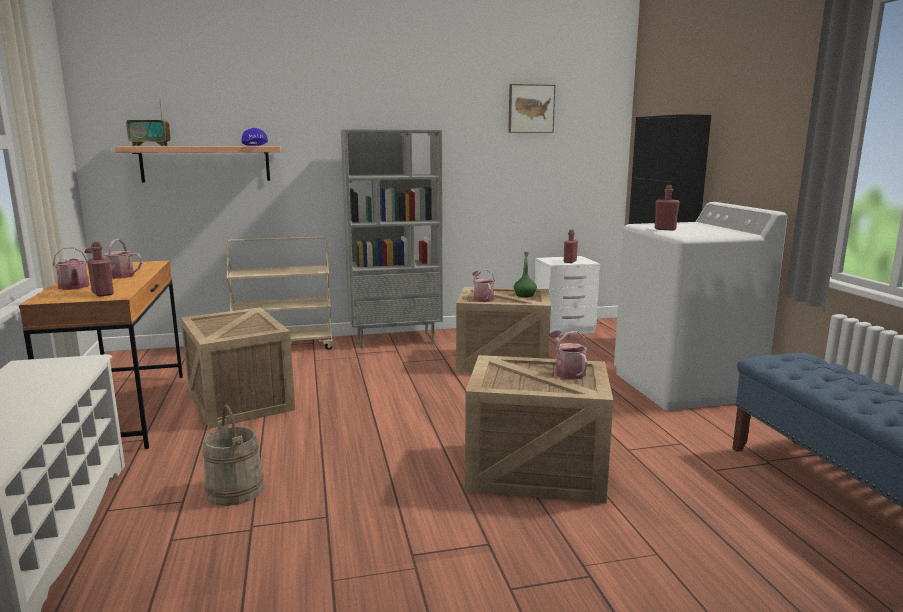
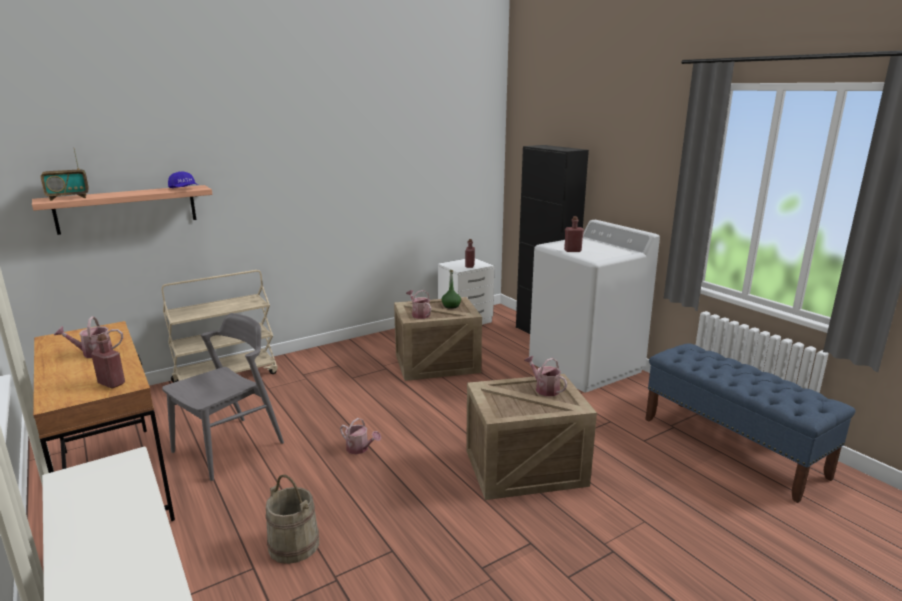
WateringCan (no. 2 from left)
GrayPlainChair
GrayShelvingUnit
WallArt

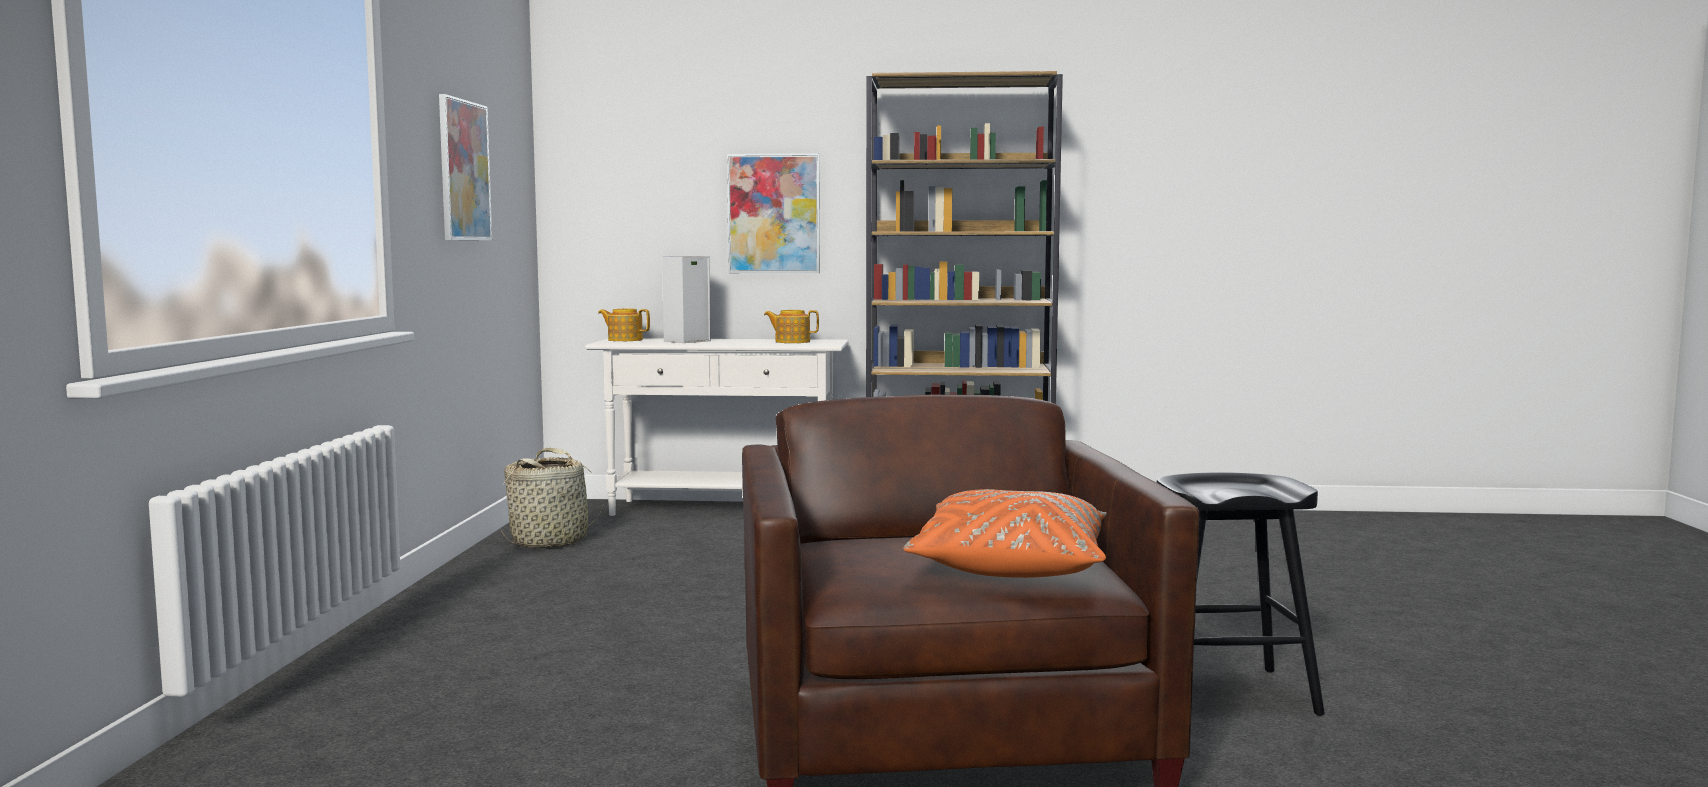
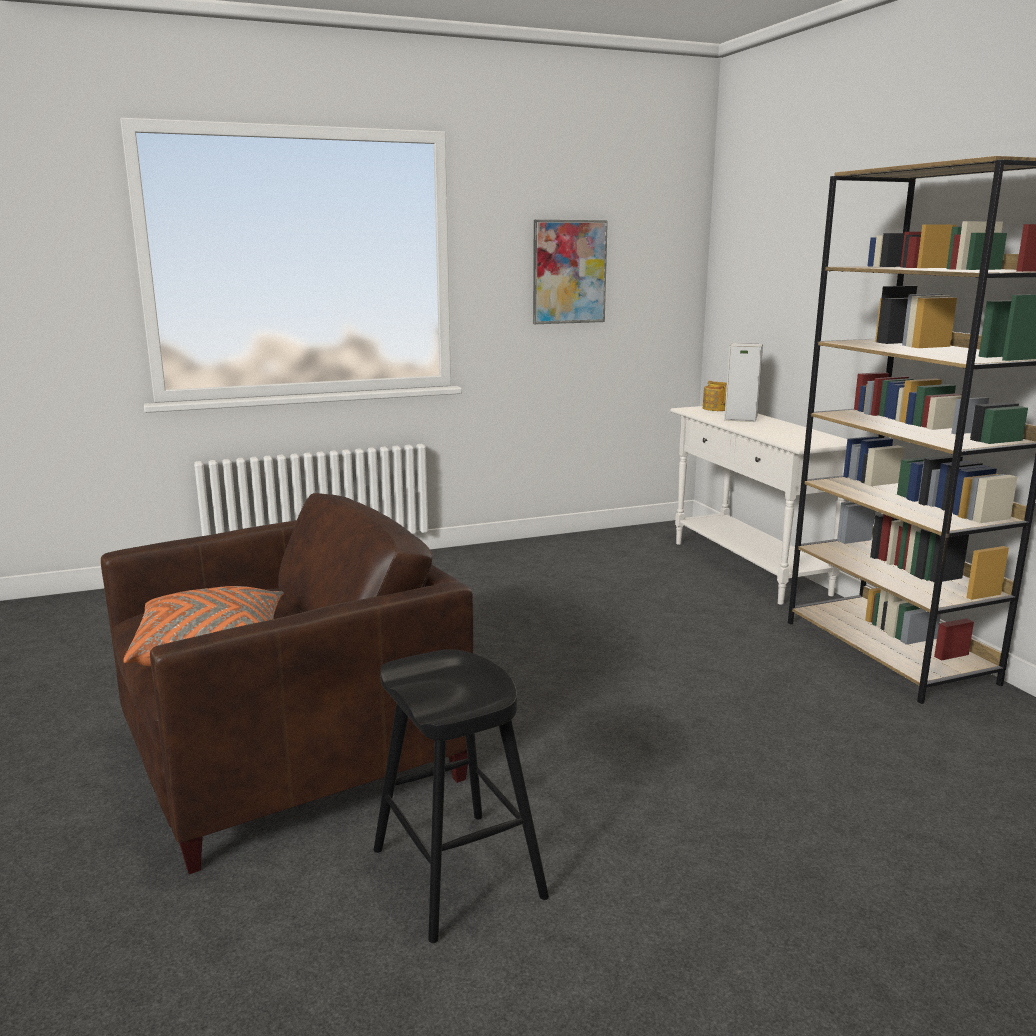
Basket
WallArt (no. 2 from left in the first image)
Teapot (no. 2 from left in the first image)

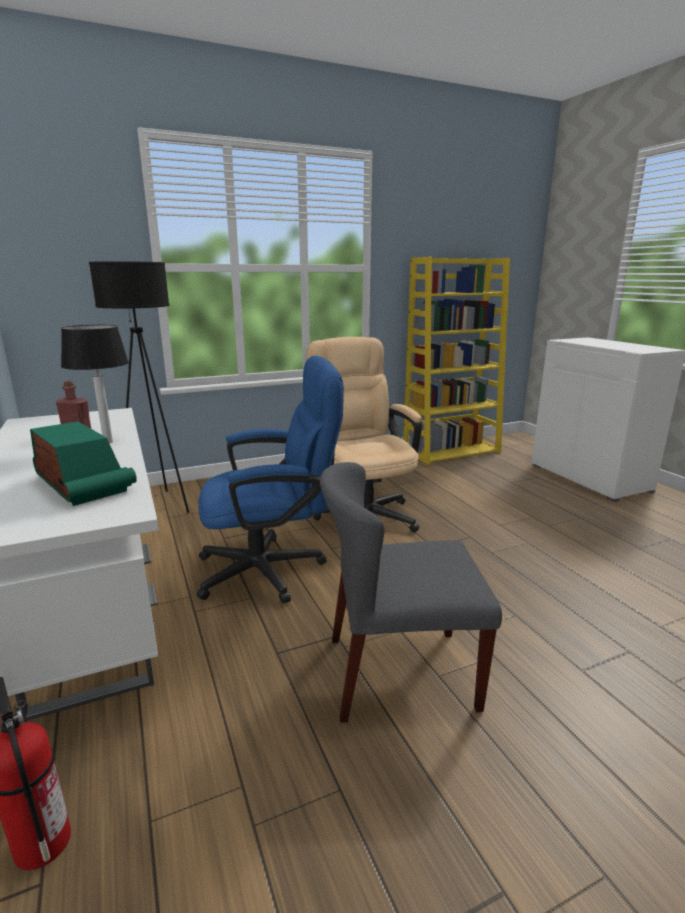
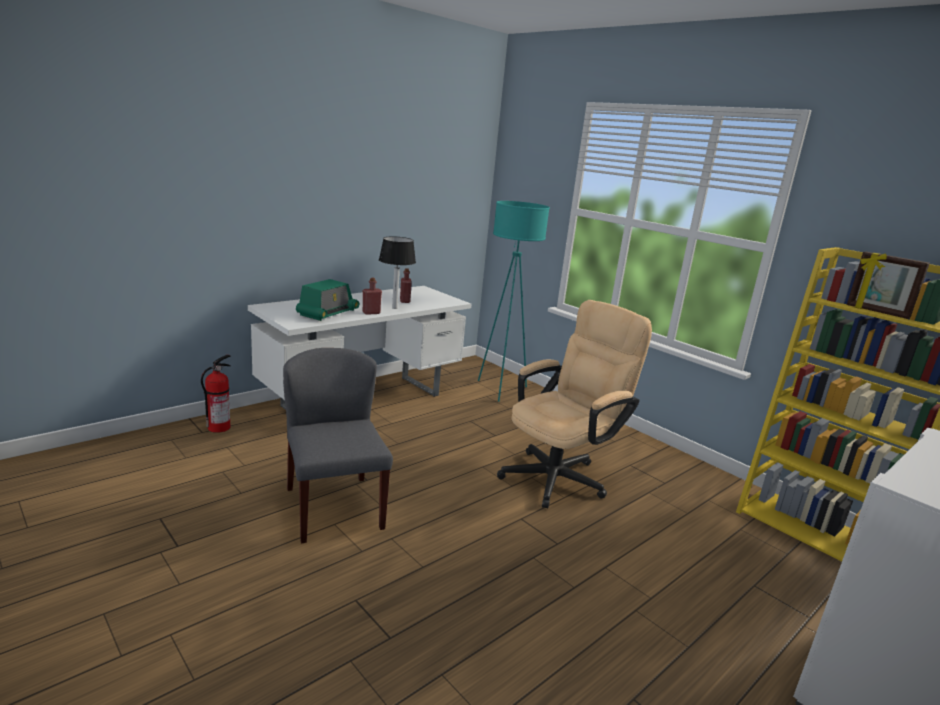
TurquoiseColouredStandardLamp
BlueDeskChair
RedColouredDrinkBottle (no. 1 from left)
PhotoFrame

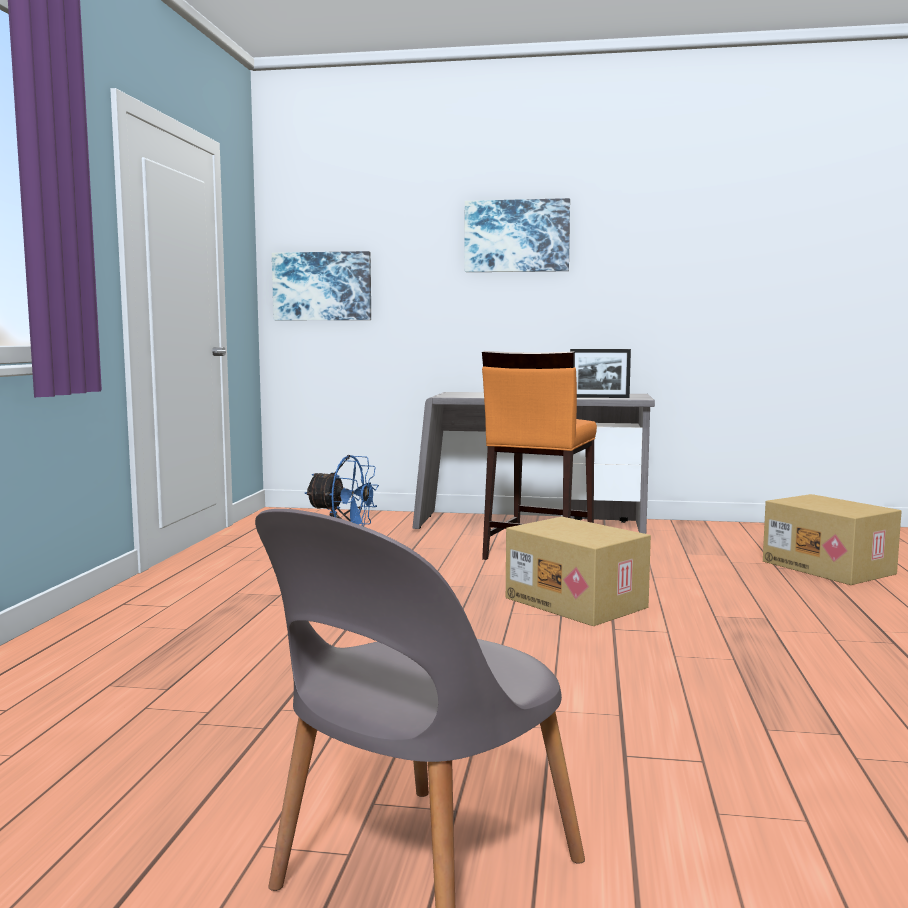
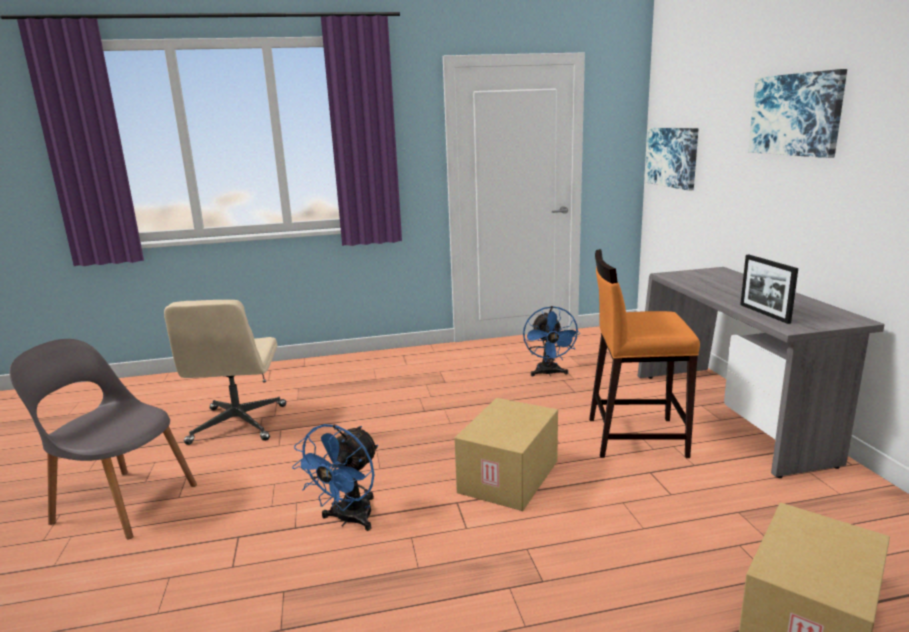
SandColouredDeskChair
BlueCoolingFan (no. 1 from left)

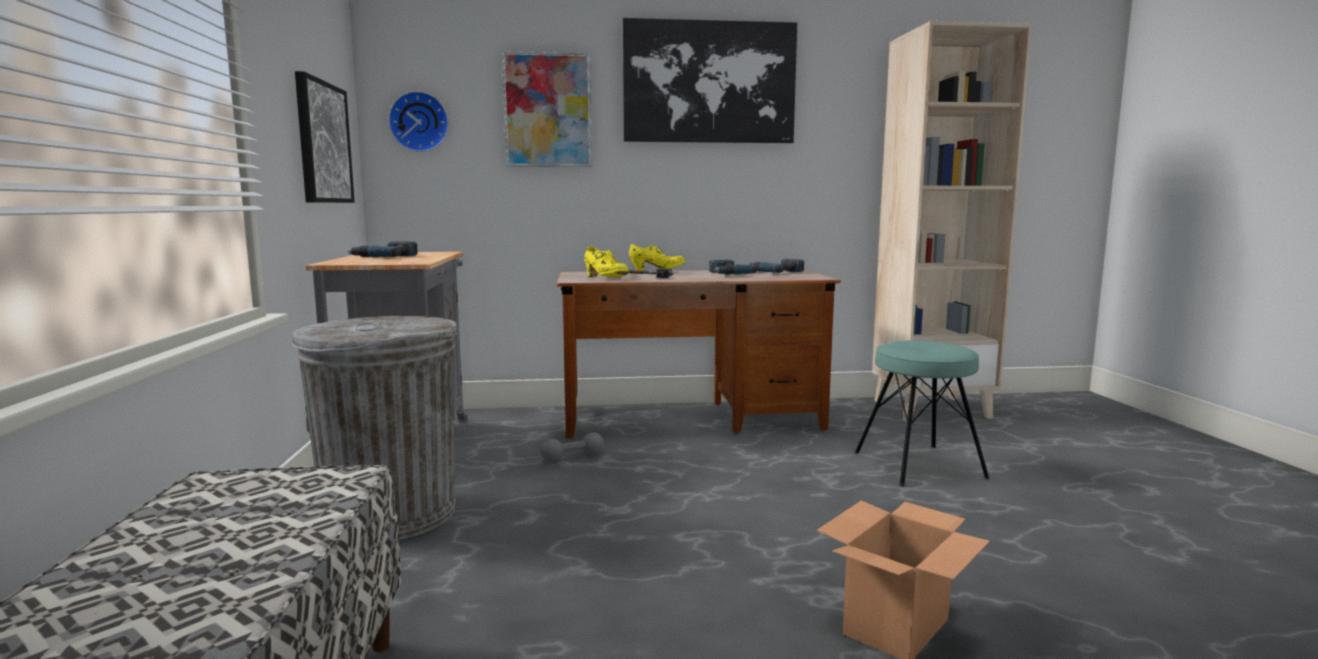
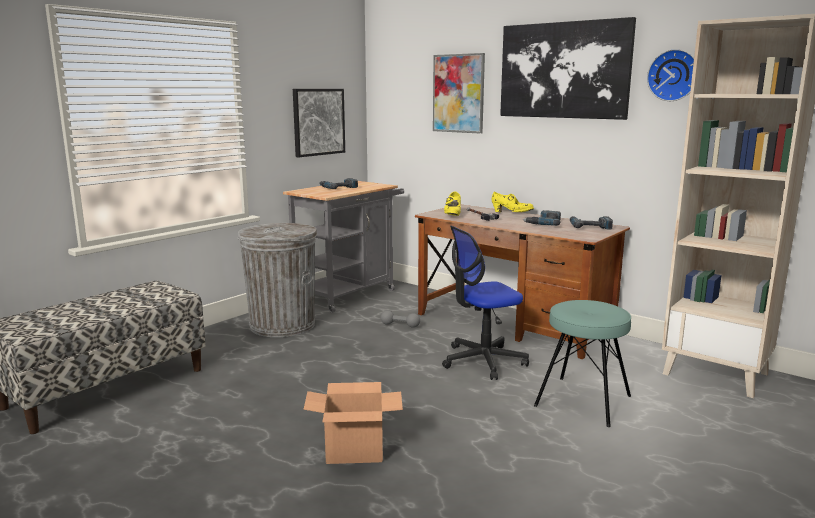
ClockOnTheWall
DeskChair

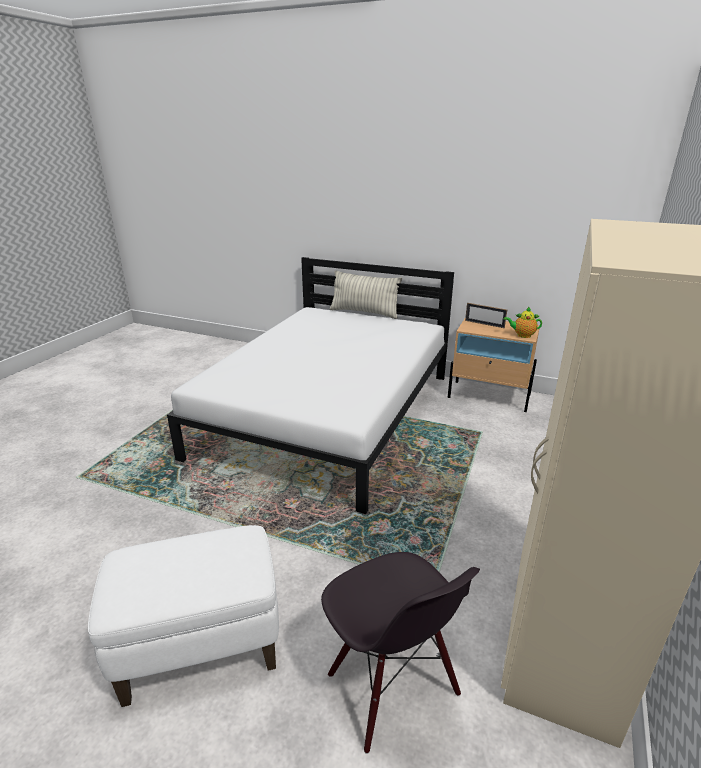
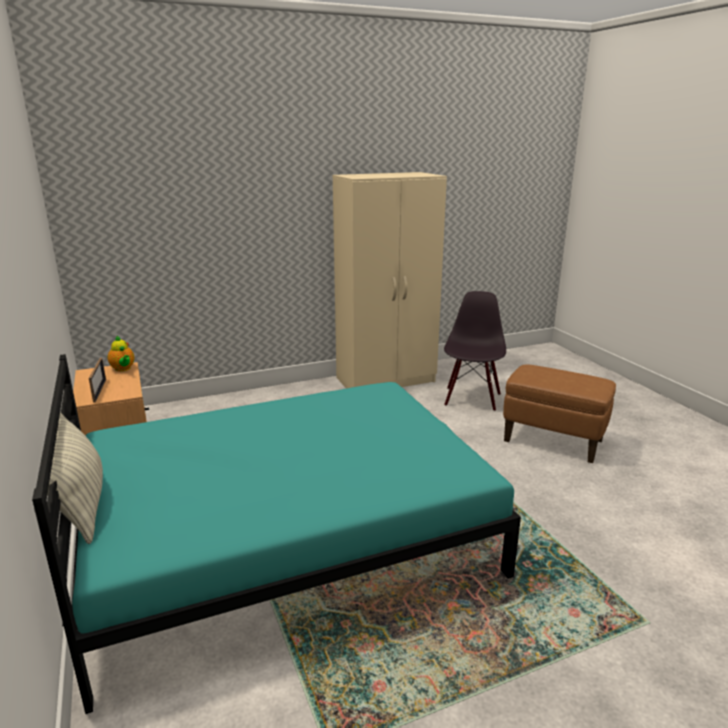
BrownColouredFootrest
TurquoiseColouredBedroomBed

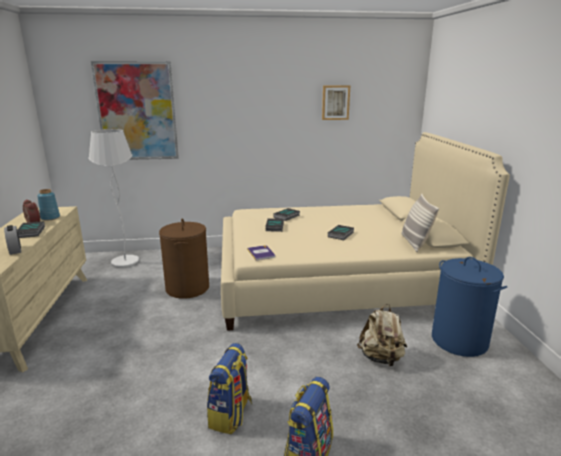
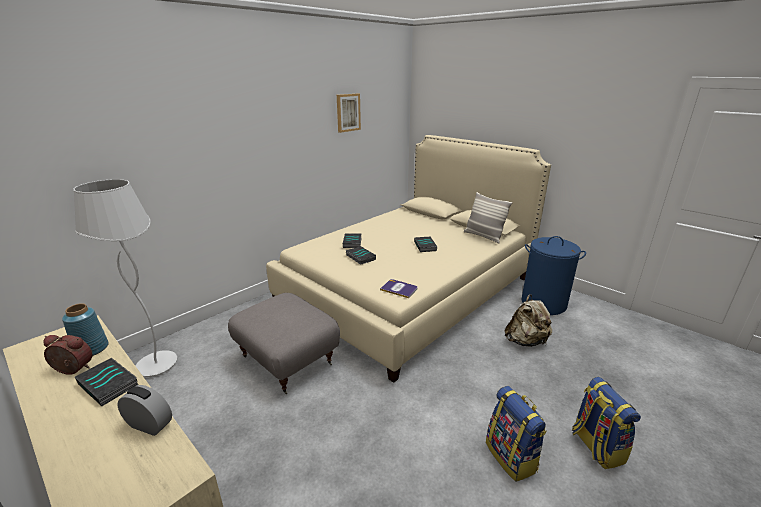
WallArt (no. 1 from left in the first image)
GrayFootrest

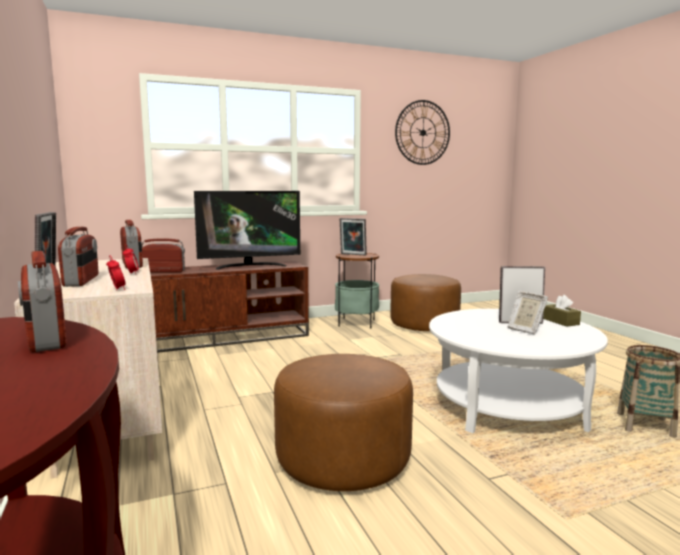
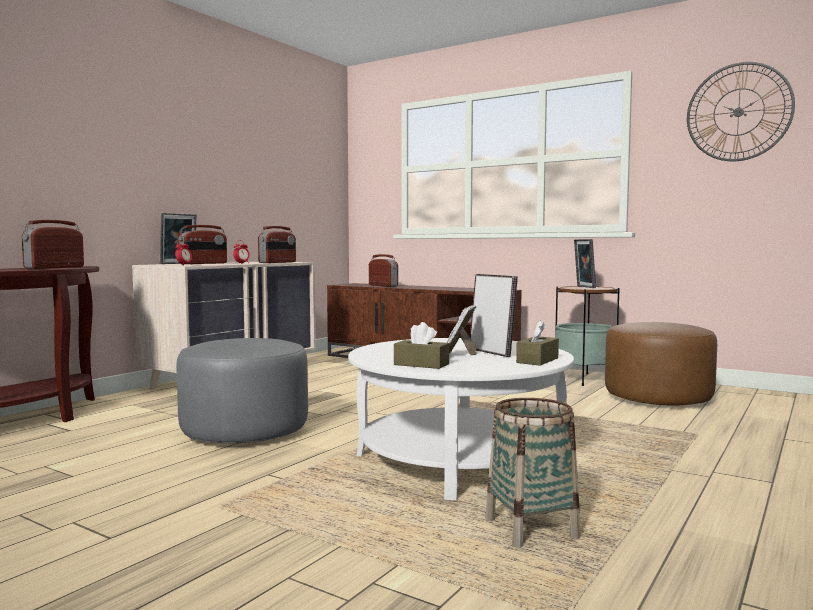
Television
GrayFootrest
BrownColouredTissueBox (no. 1 from left)

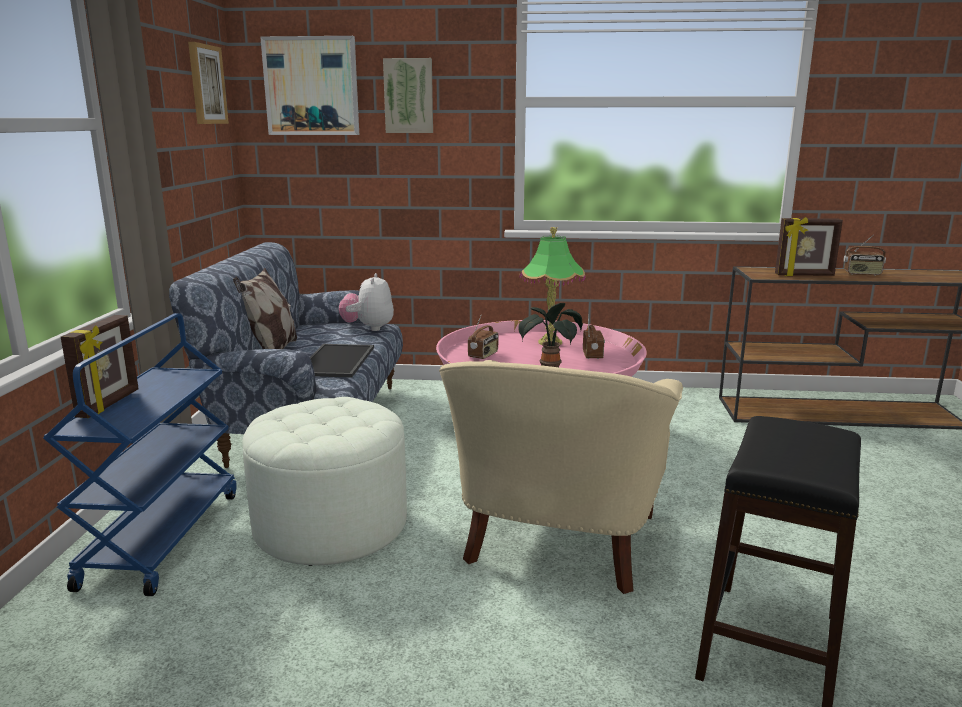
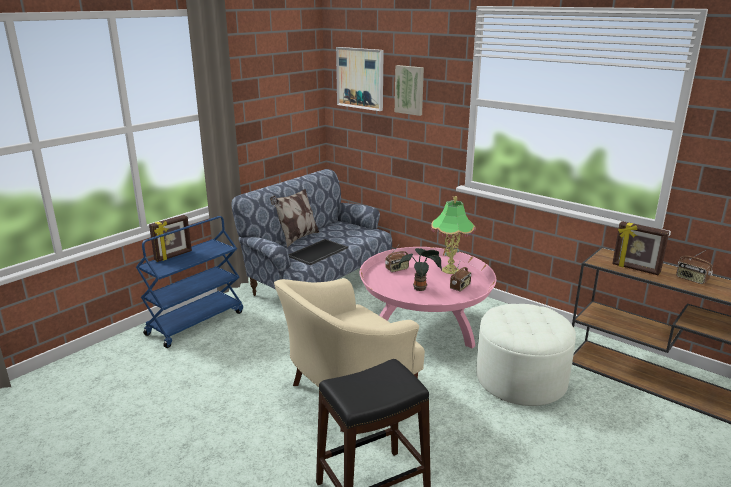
WallArt (no. 1 from left in the first image)
WhiteFootrest
SoftToy

